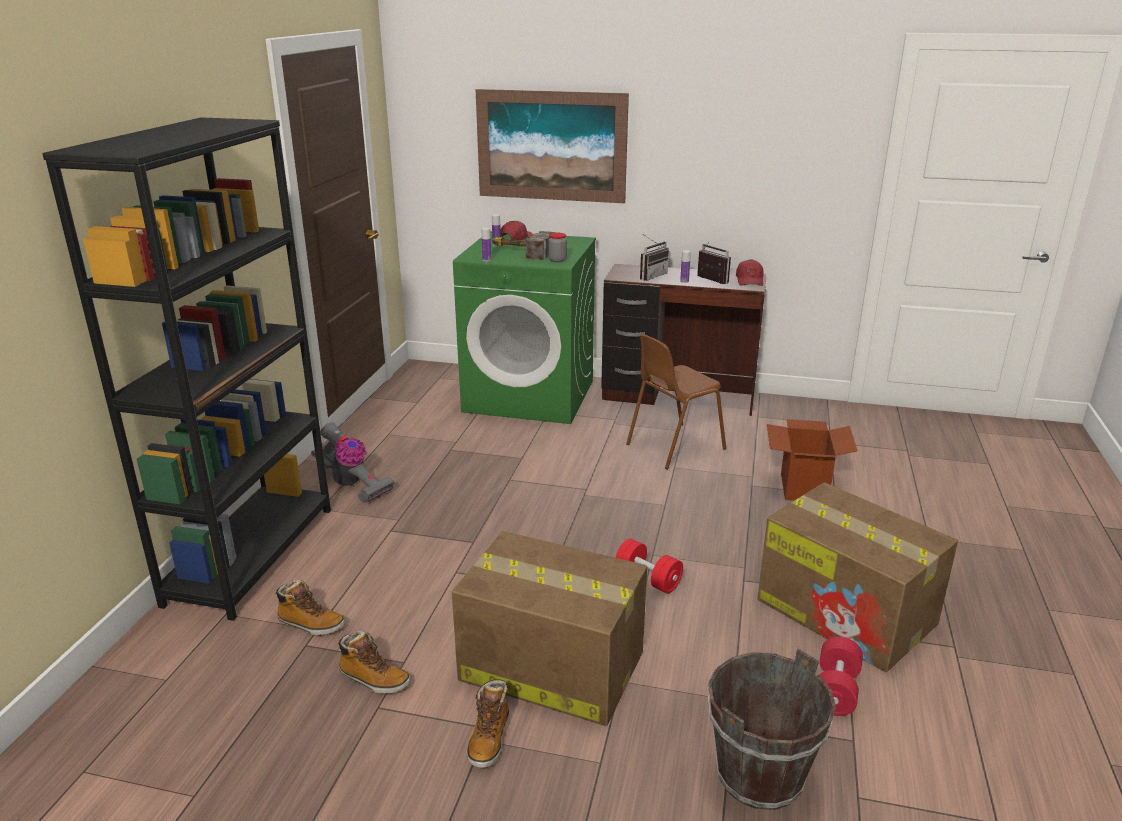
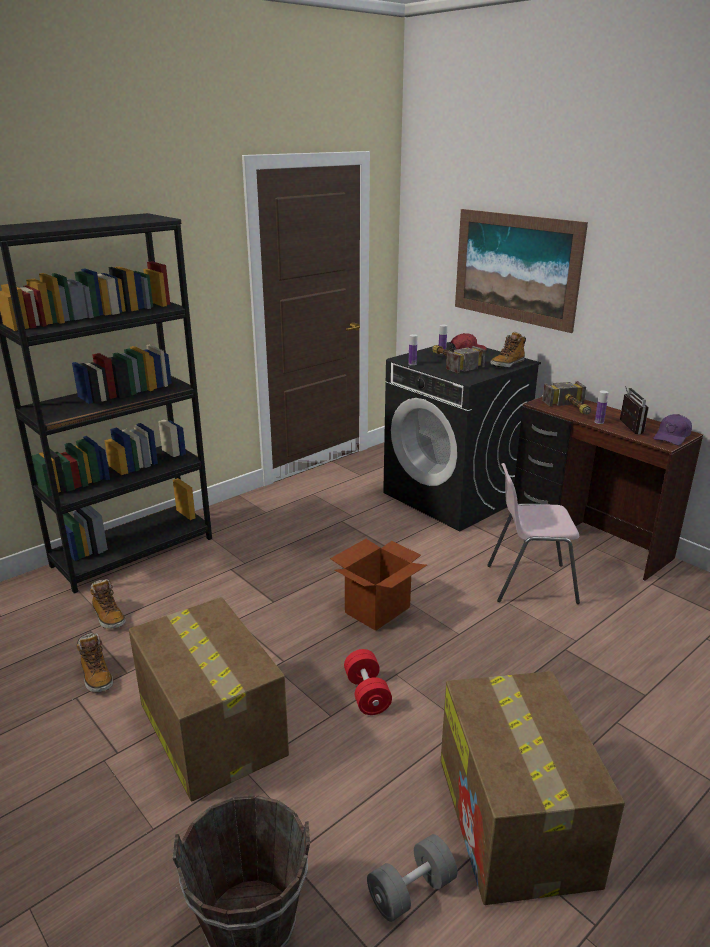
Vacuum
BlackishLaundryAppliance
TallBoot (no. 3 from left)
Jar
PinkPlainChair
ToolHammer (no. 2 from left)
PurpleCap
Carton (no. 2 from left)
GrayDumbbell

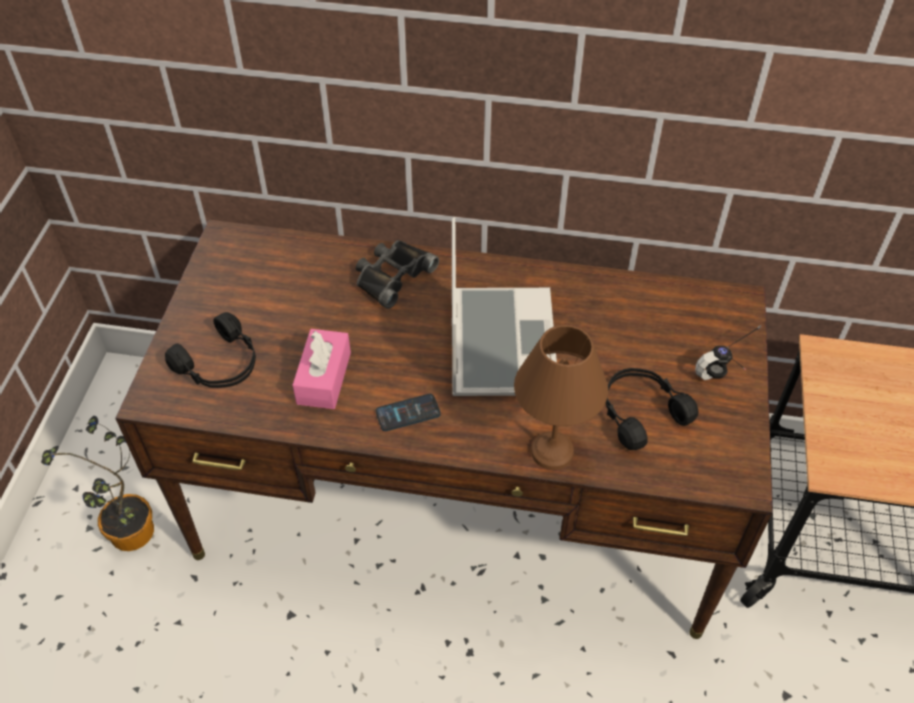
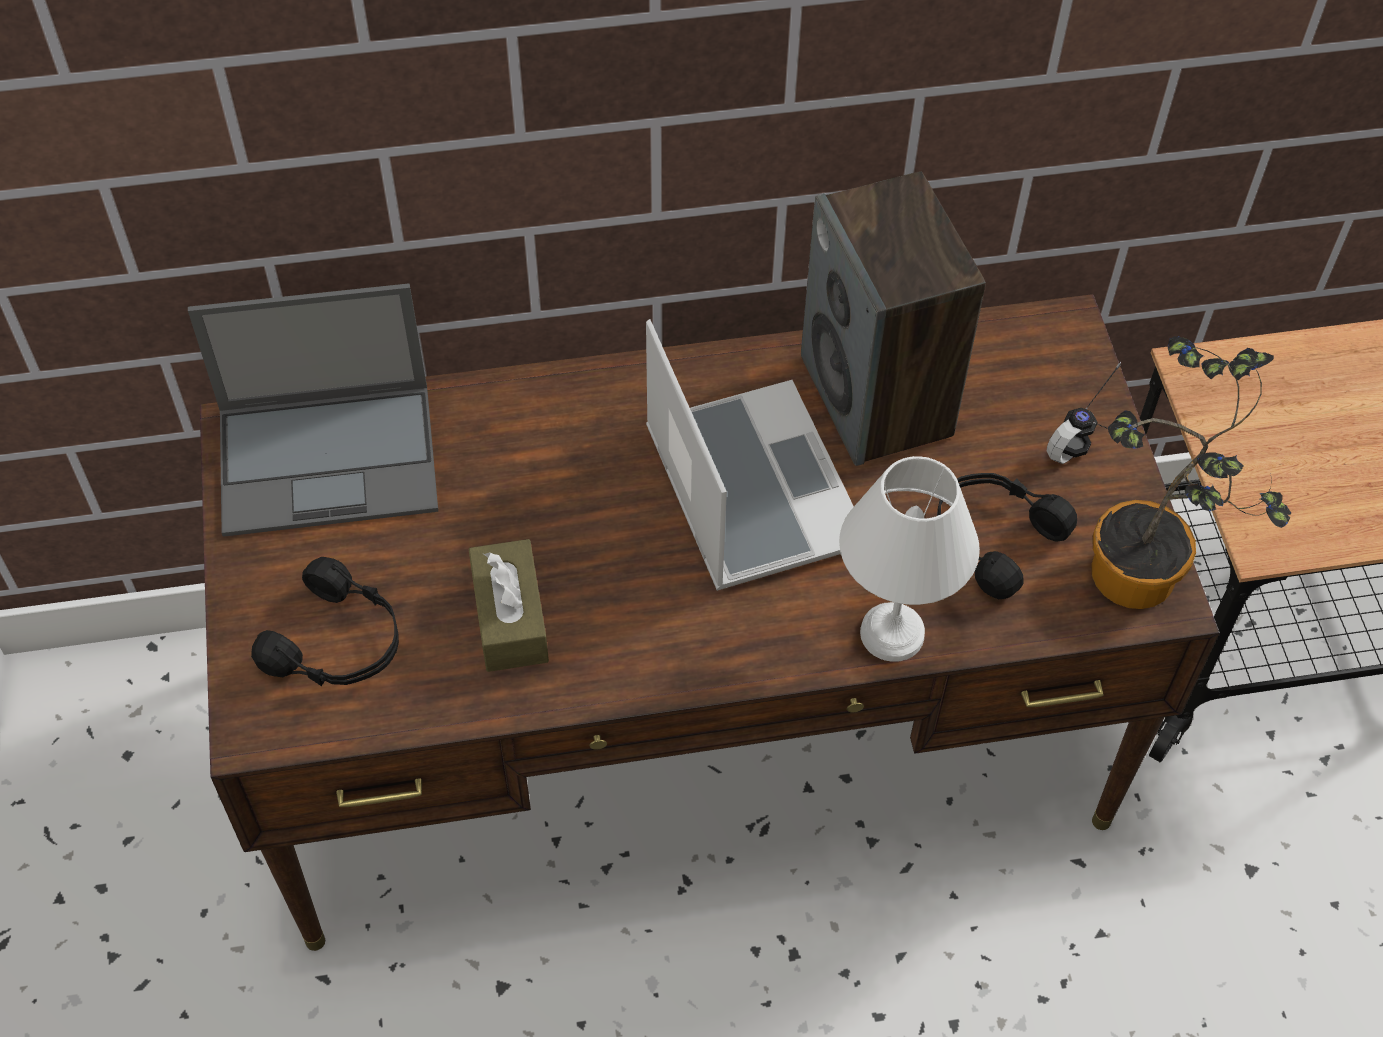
PlantInAPot
BrownColouredTissueBox
BlackishFieldGlasses
Handset
WhiteLampForATable
PortableComputer (no. 1 from left)
Loudspeaker

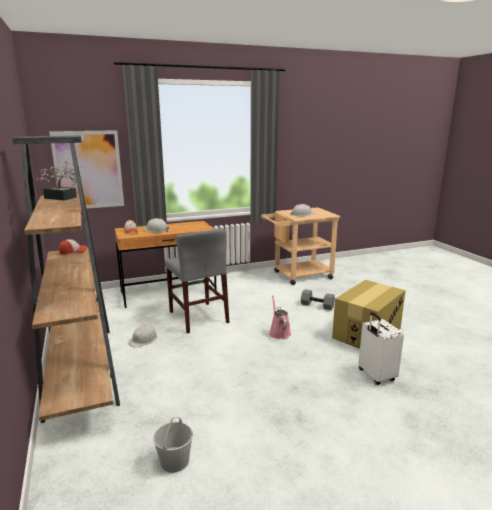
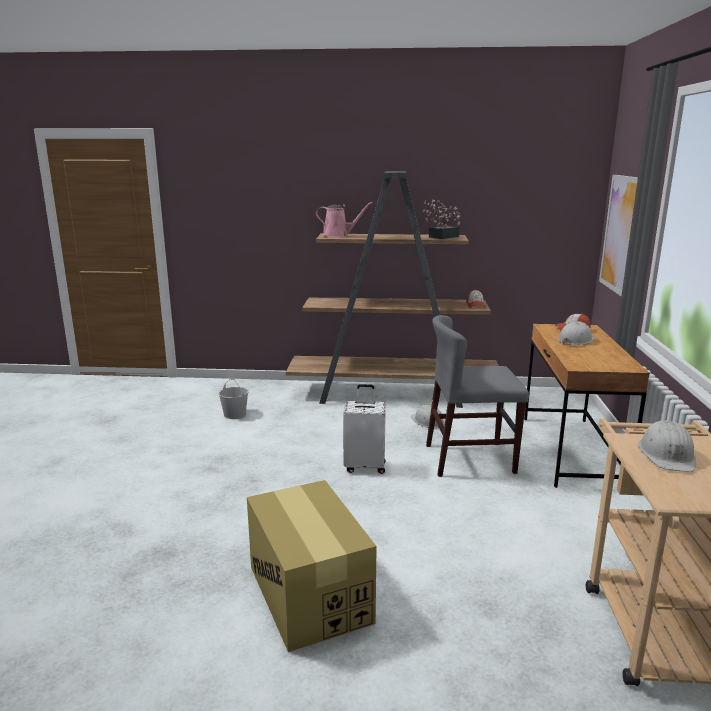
PinkWateringCan
GrayDumbbell
WhitePieceOfLuggage

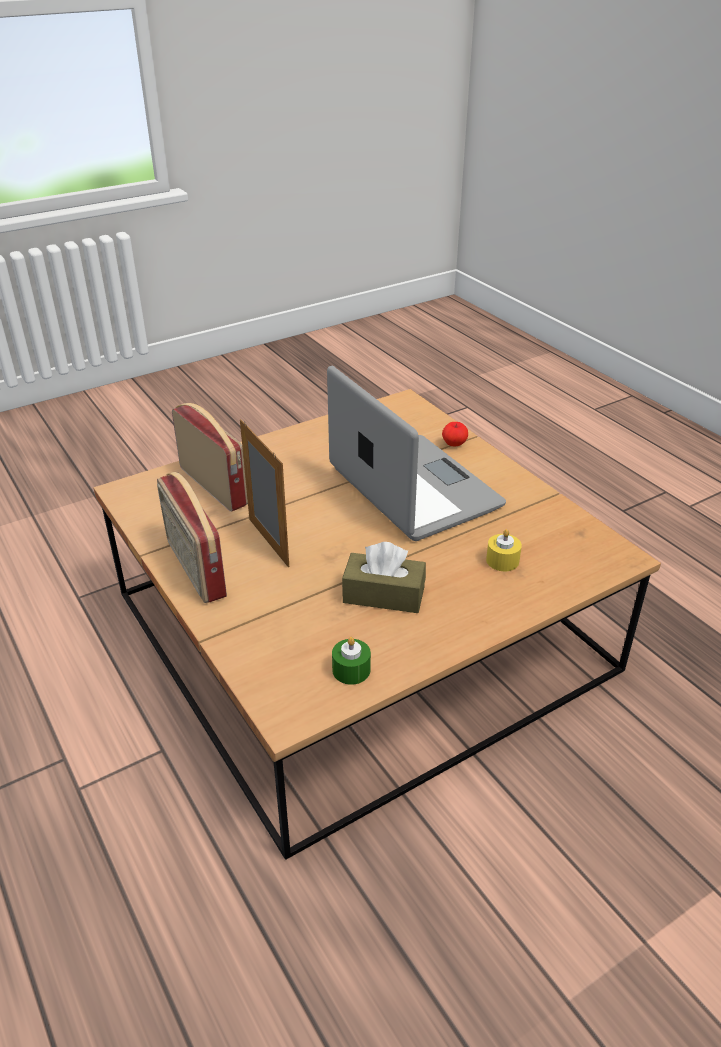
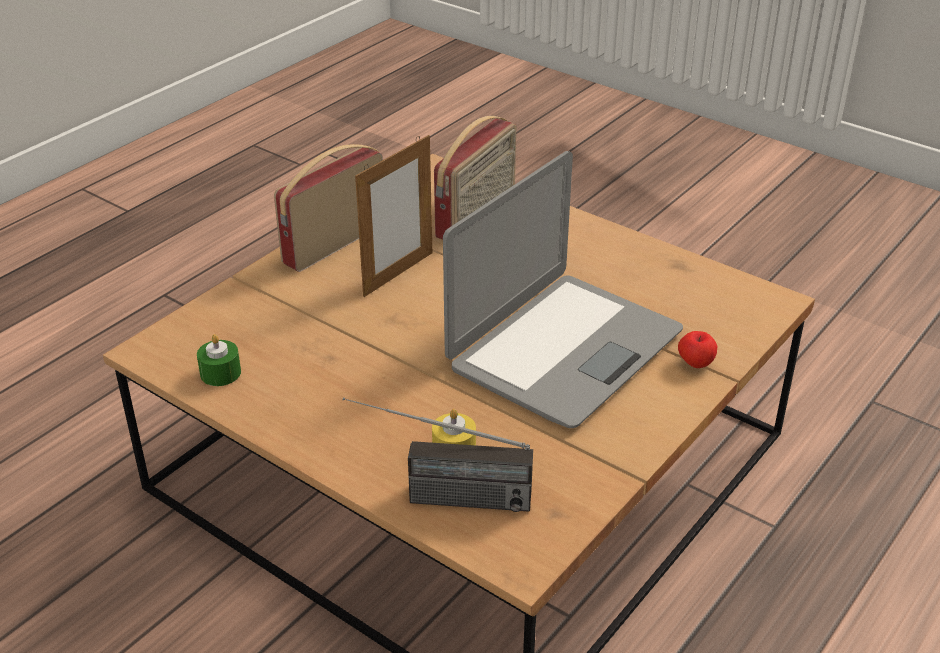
BrownColouredTissueBox
RadioSet (no. 2 from left)

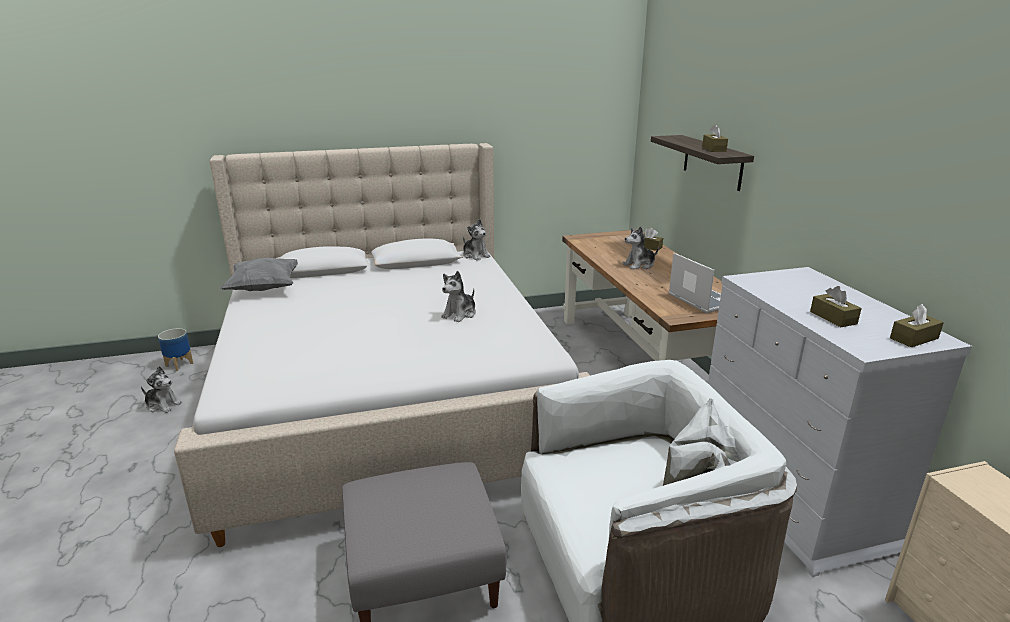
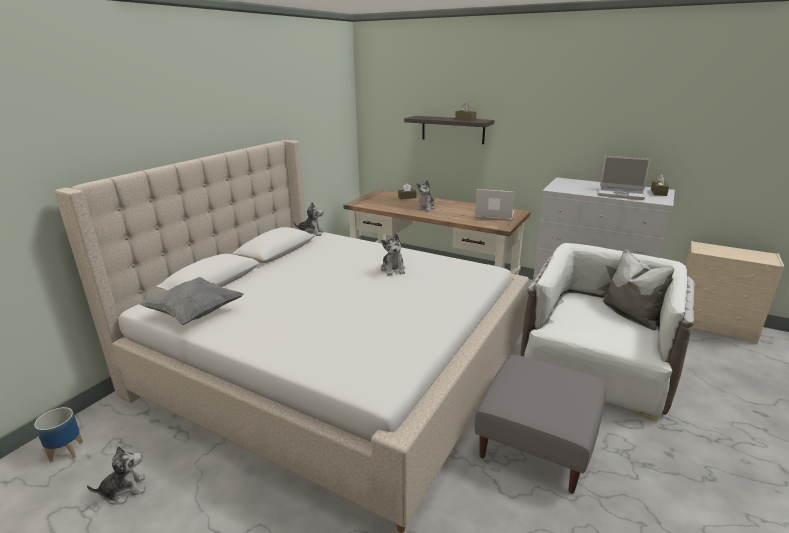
PortableComputer (no. 2 from left)

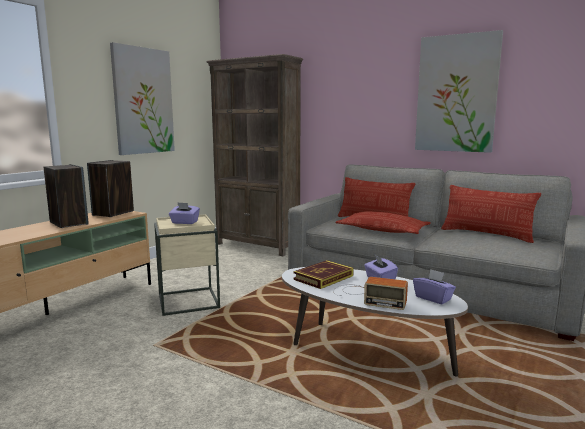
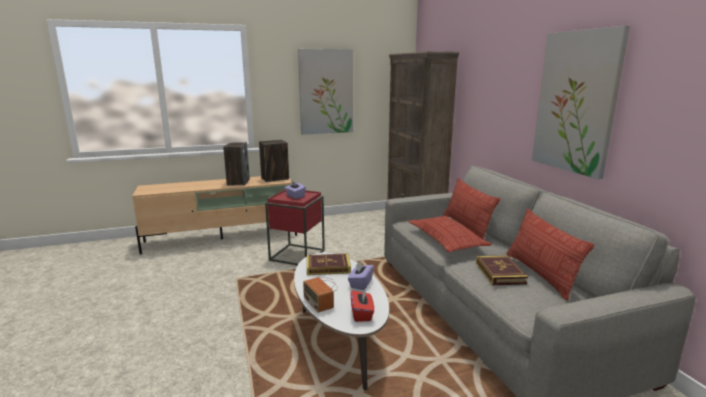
RedColouredAccentTable
RedColouredTissueBox
Volume (no. 2 from left)

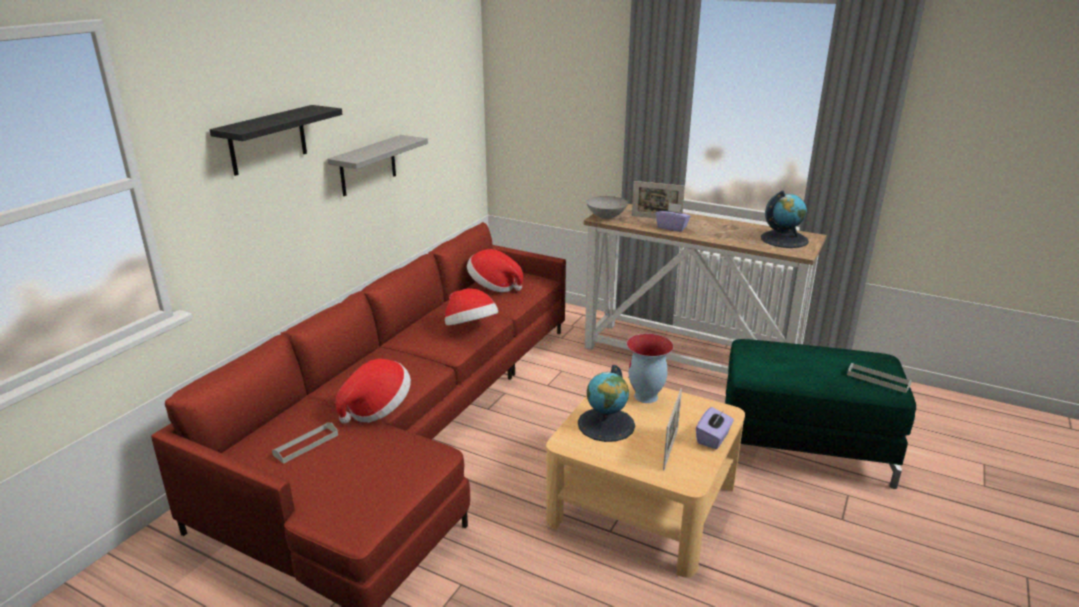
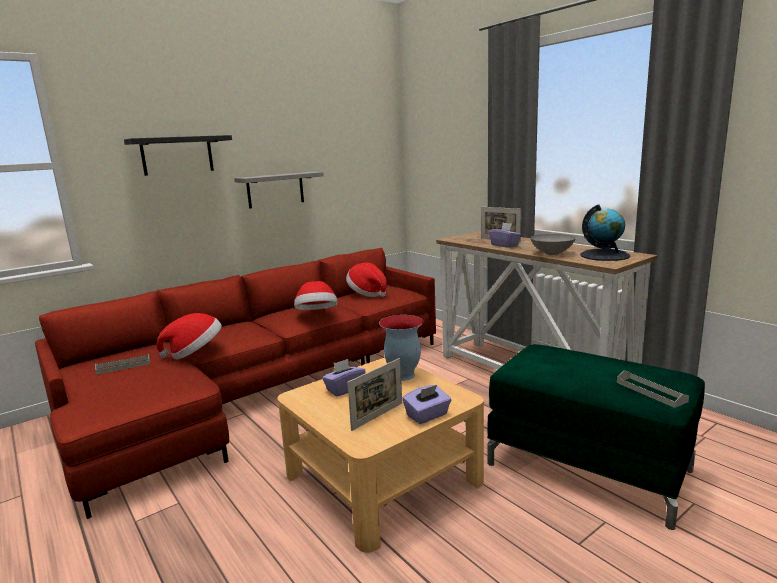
PurpleTissueBox (no. 1 from left)
GrayServingBowl

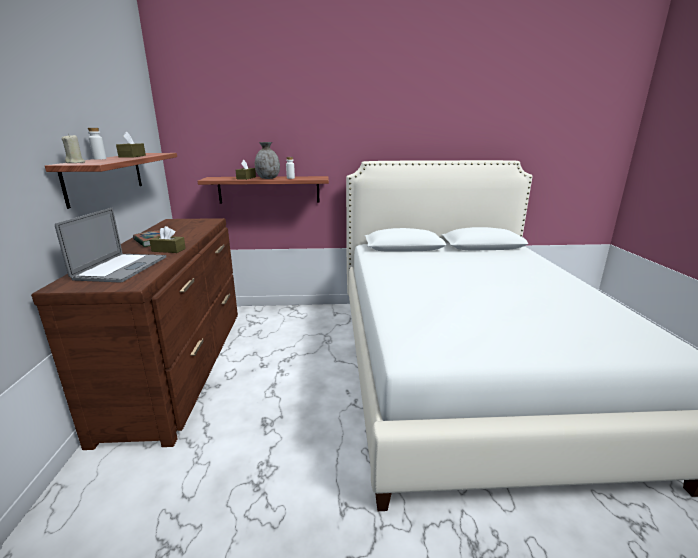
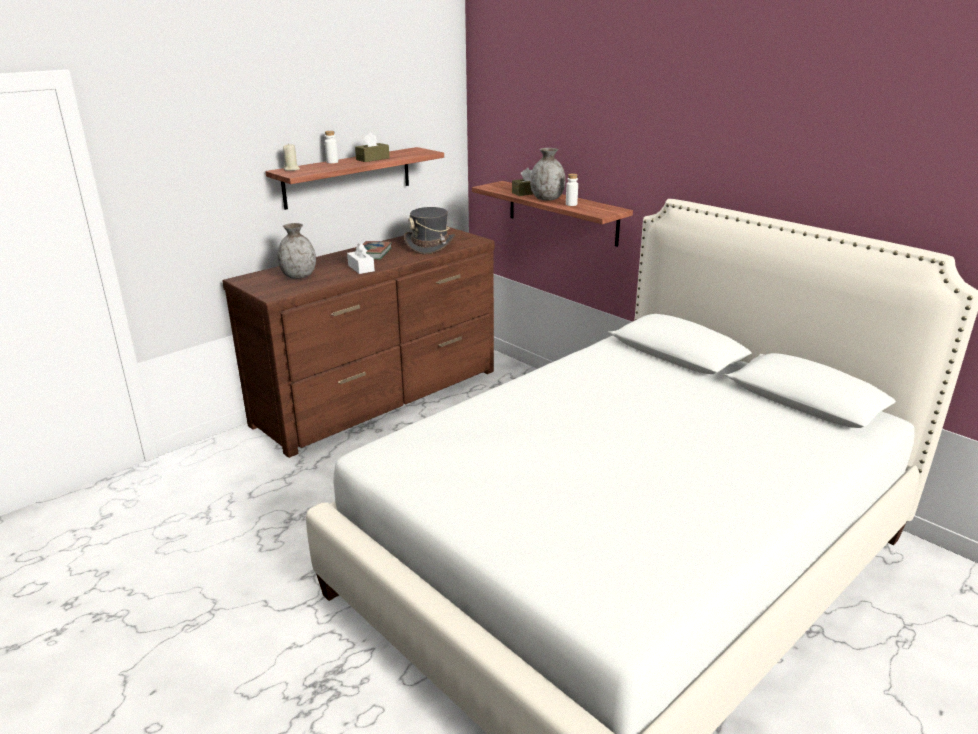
GrayVase (no. 1 from left)
WhiteTissueBox
GrayClothingHat

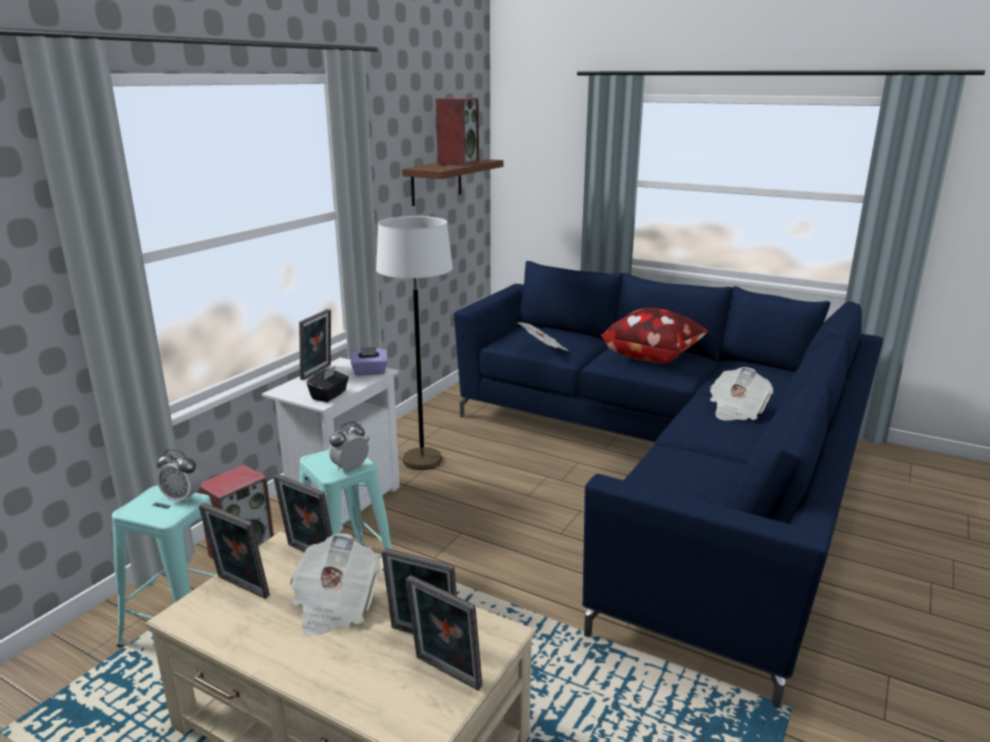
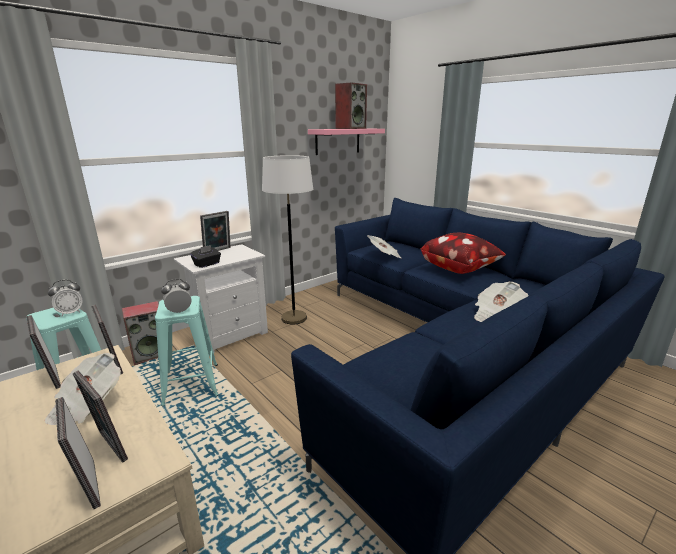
TableClock (no. 1 from left)
PurpleTissueBox
PinkBracketShelf

